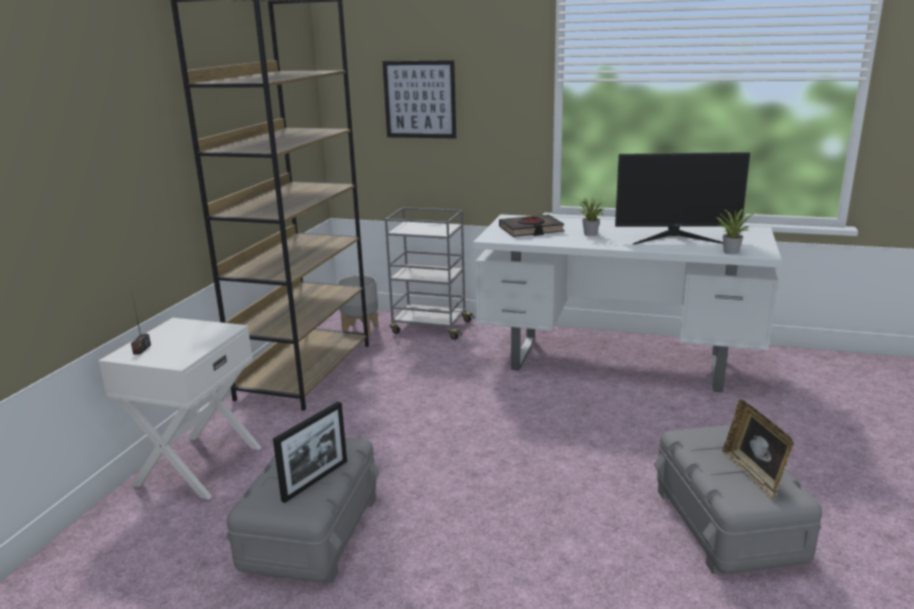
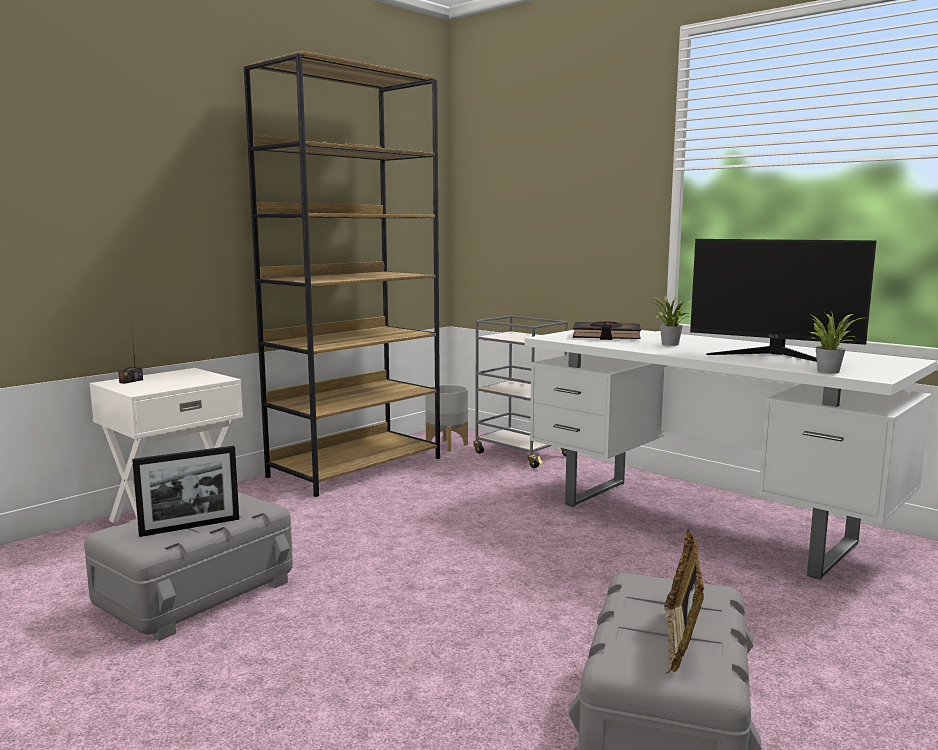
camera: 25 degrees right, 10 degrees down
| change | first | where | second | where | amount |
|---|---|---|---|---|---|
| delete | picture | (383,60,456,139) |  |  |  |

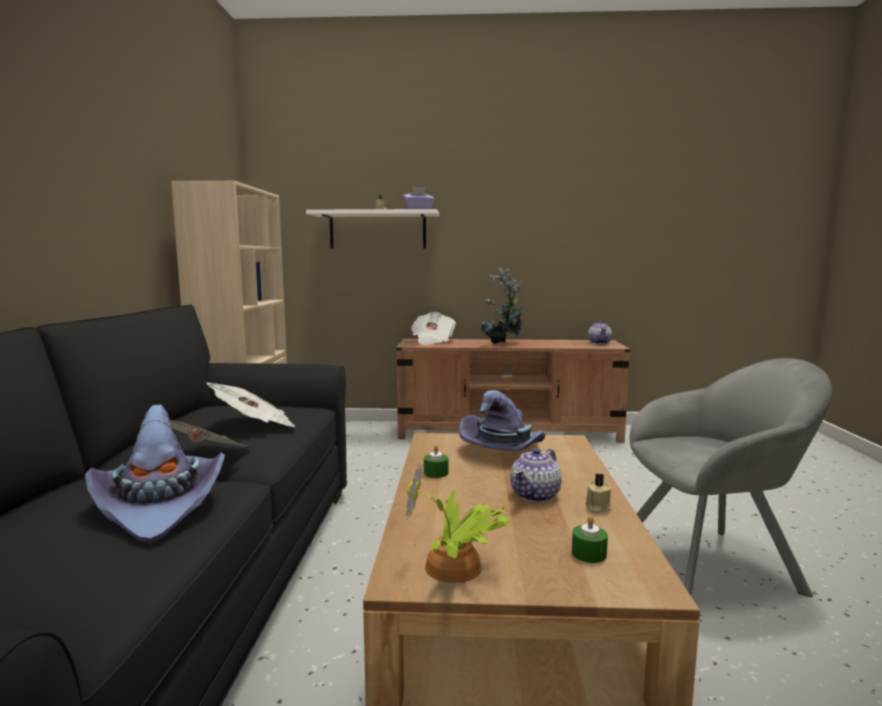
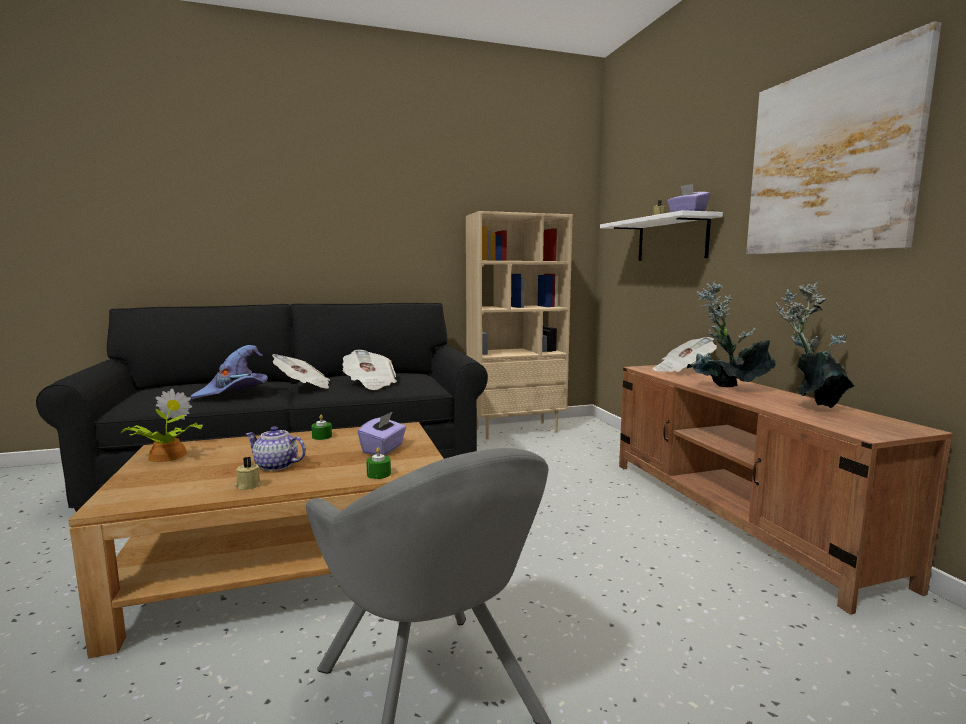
camera: 70 degrees right, 0 degrees up
| change | first | where | second | where | amount |
|---|---|---|---|---|---|
| replace | hat (purple) | (459,390,546,451) | tissue box (purple) | (358,412,406,455) |  |
| move | candle (green) | (572,515,608,563) |  | (366,447,391,479) |  |
| insert |  |  | picture | (746,21,942,255) |  |
| insert |  |  | potted plant | (776,283,856,408) |  |
| delete | teapot | (588,320,612,344) |  |  |  |

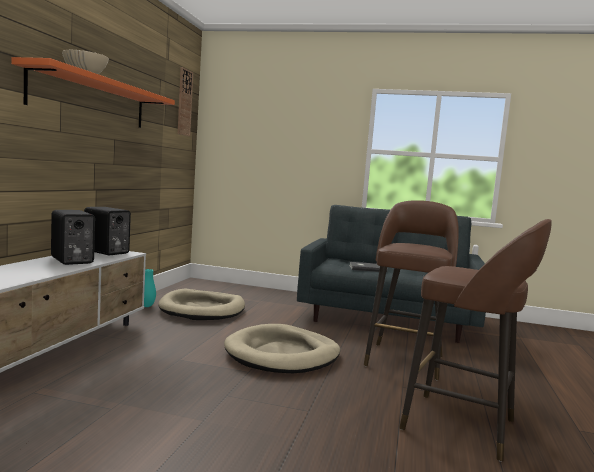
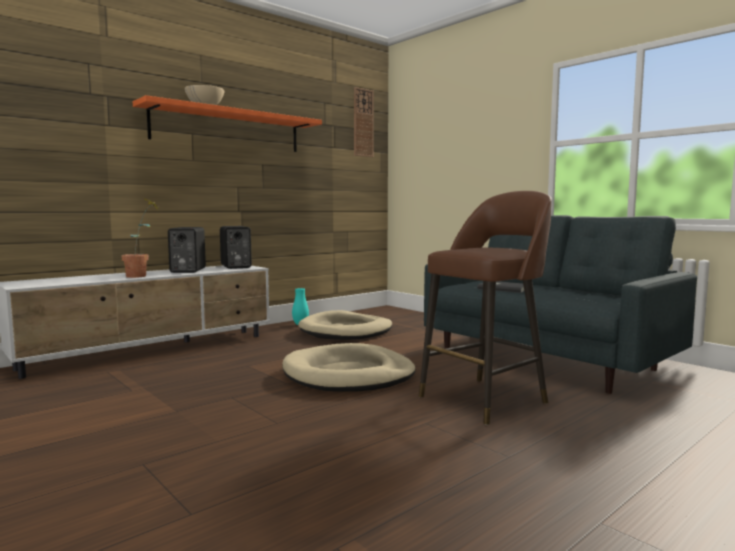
camera: 35 degrees right, 0 degrees up
| change | first | where | second | where | amount |
|---|---|---|---|---|---|
| insert |  |  | potted plant | (121,199,162,278) |  |
| delete | stool (brown) | (399,219,552,462) |  |  |  |

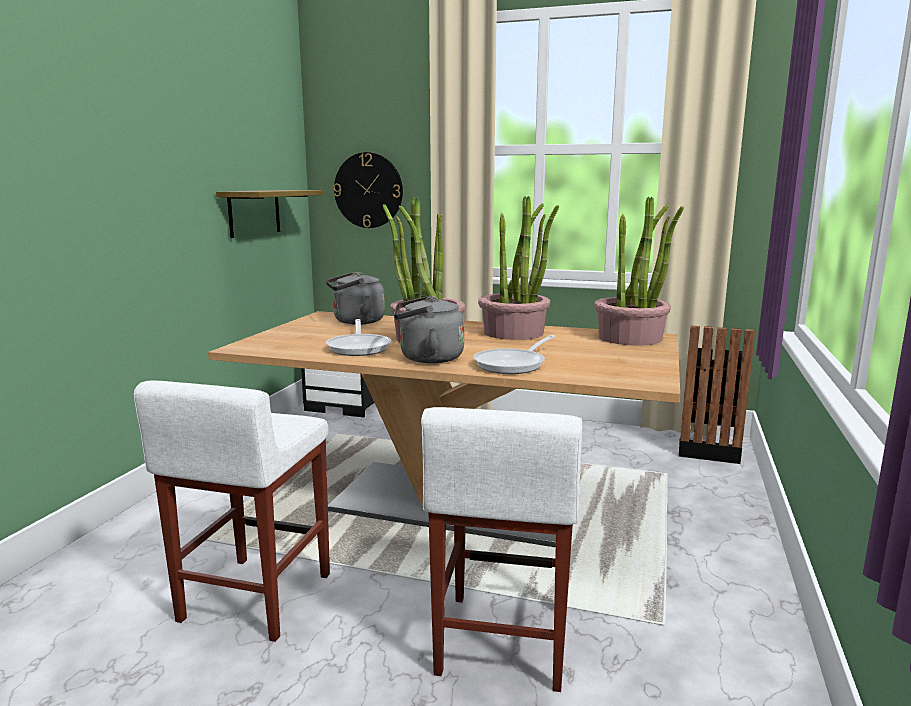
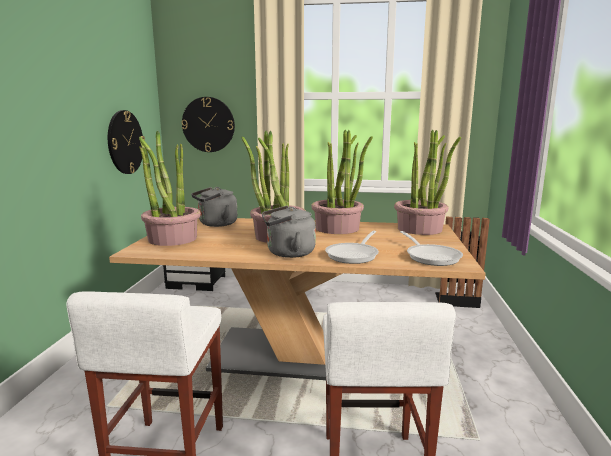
camera: 10 degrees left, 0 degrees up
| change | first | where | second | where | amount |
|---|---|---|---|---|---|
| replace | shelf | (216,190,323,238) | wall clock | (108,110,145,174) |  |
| insert |  |  | potted plant | (139,131,201,246) |  |
| move | frying pan | (326,319,391,356) |  | (400,231,463,266) |  |

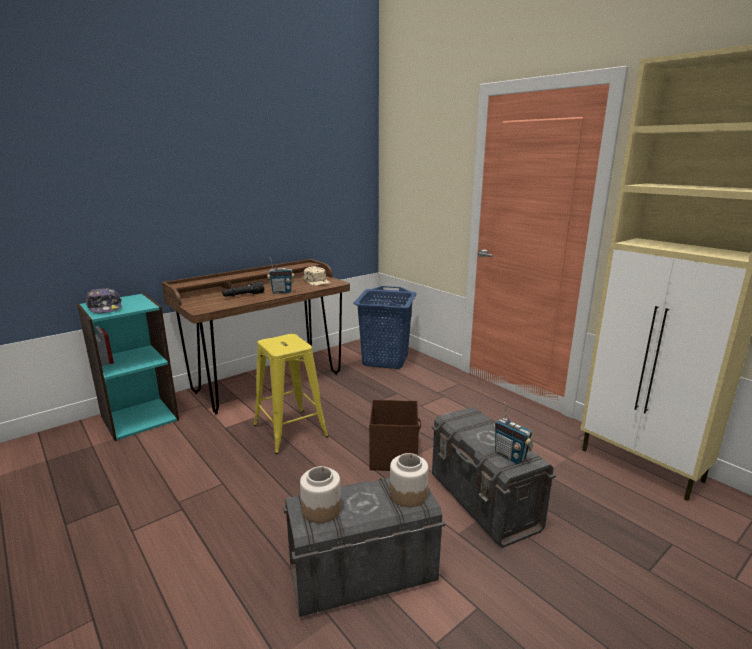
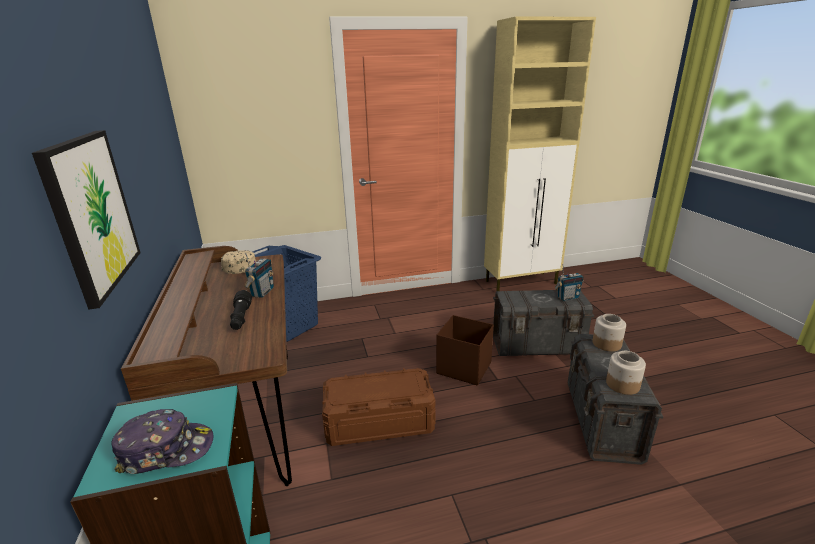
camera: 65 degrees left, 5 degrees up
| change | first | where | second | where | amount |
|---|---|---|---|---|---|
| insert |  |  | picture | (32,130,141,310) |  |
| replace | stool (yellow) | (253,334,328,454) | storage box (brown) | (322,368,436,446) |  |

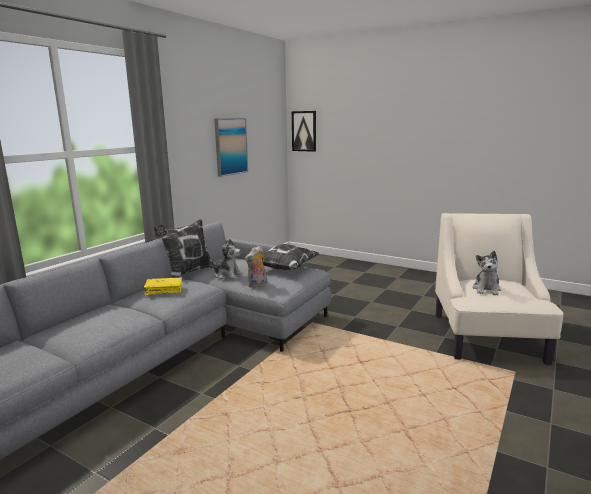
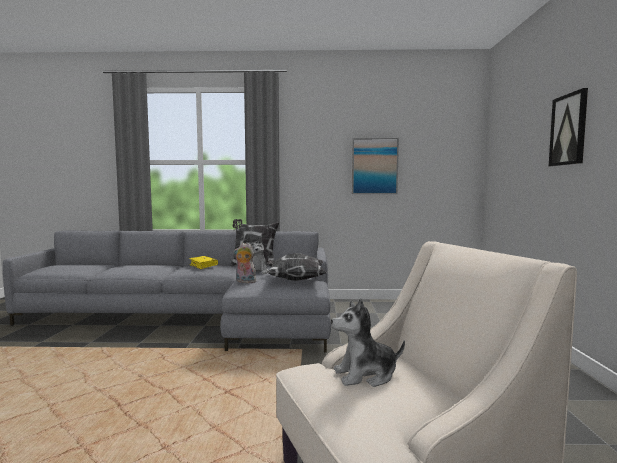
camera: 60 degrees right, 10 degrees down
| change | first | where | second | where | amount |
|---|---|---|---|---|---|
| move | picture | (292,111,316,152) |  | (549,88,588,166) |  |

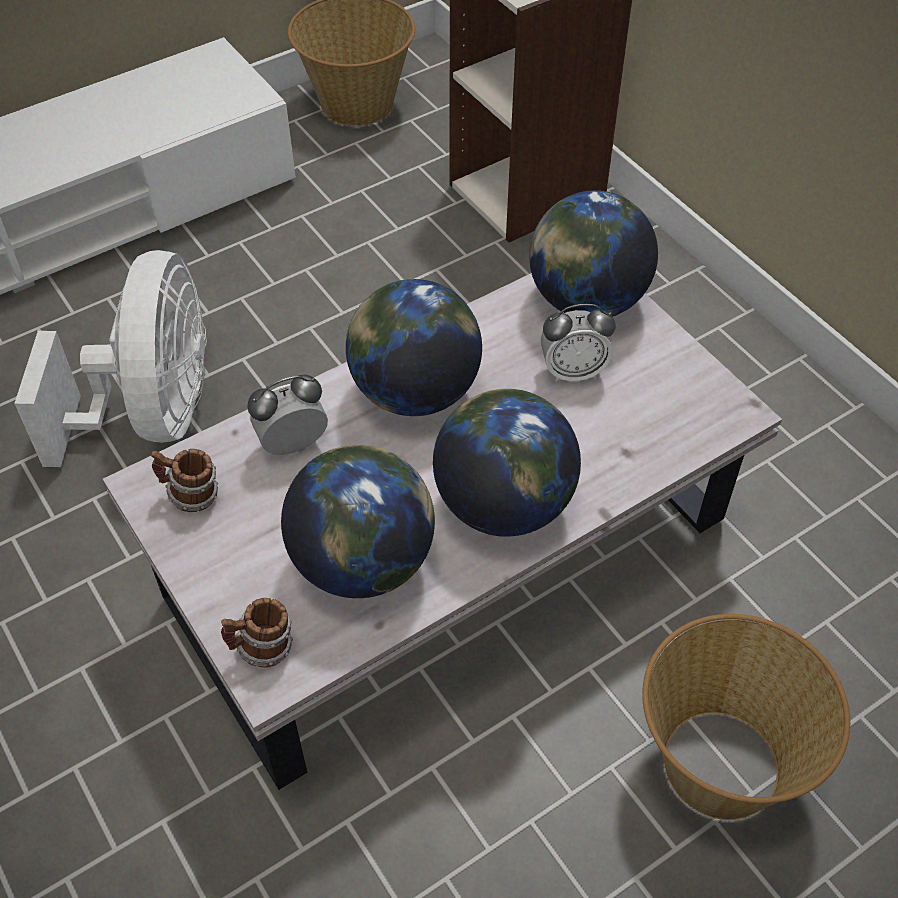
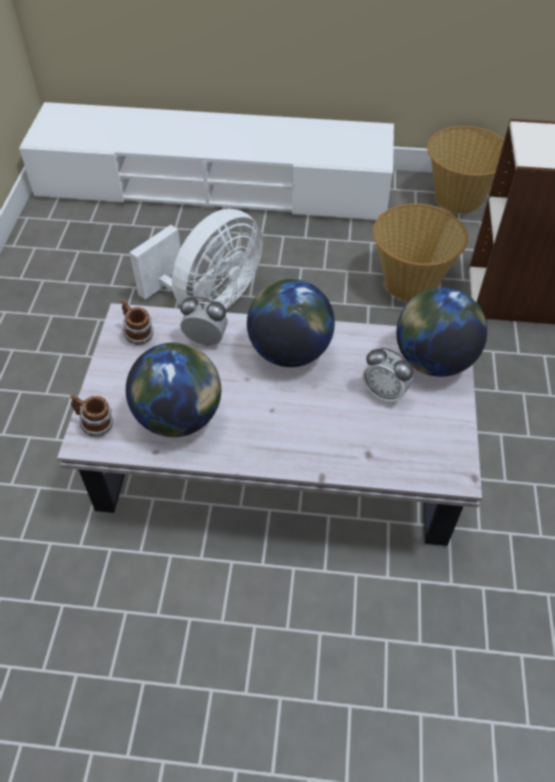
camera: 40 degrees right, 0 degrees up
| change | first | where | second | where | amount |
|---|---|---|---|---|---|
| move | basket | (642,614,850,820) |  | (373,203,468,301) |  |
| delete | globe | (433,389,581,537) |  |  |  |

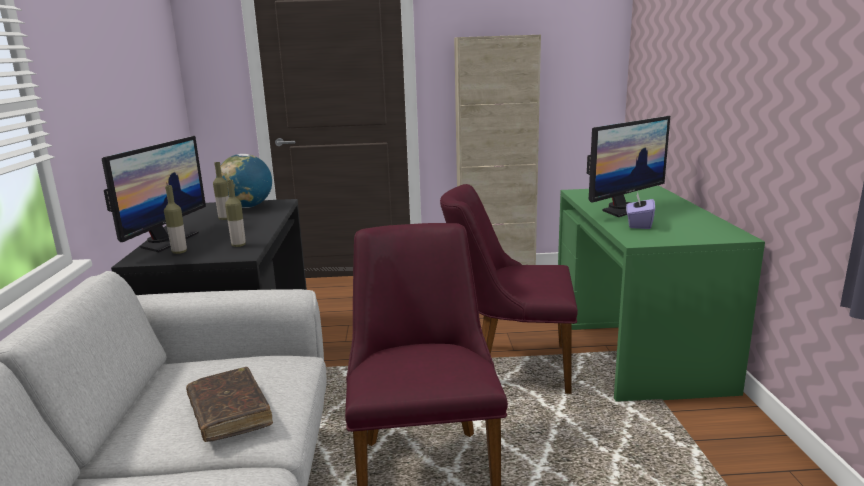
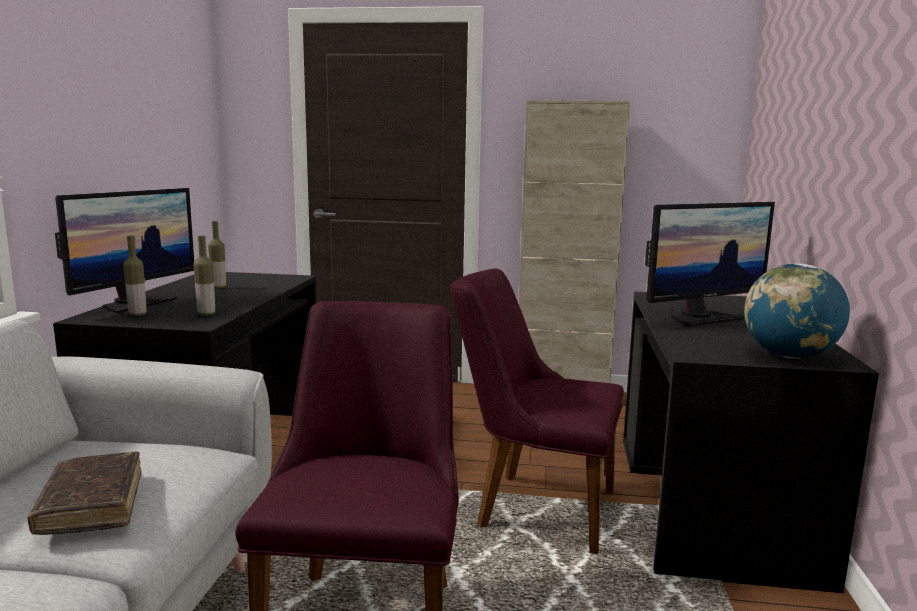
camera: 10 degrees right, 5 degrees down
| change | first | where | second | where | amount |
|---|---|---|---|---|---|
| recolor | desk (green) | (558,186,765,402) | desk (black) | (623,292,879,593) |  |
| move | globe | (220,154,272,208) |  | (744,263,850,358) |  |
| delete | tissue box (purple) | (626,192,655,229) |  |  |  |

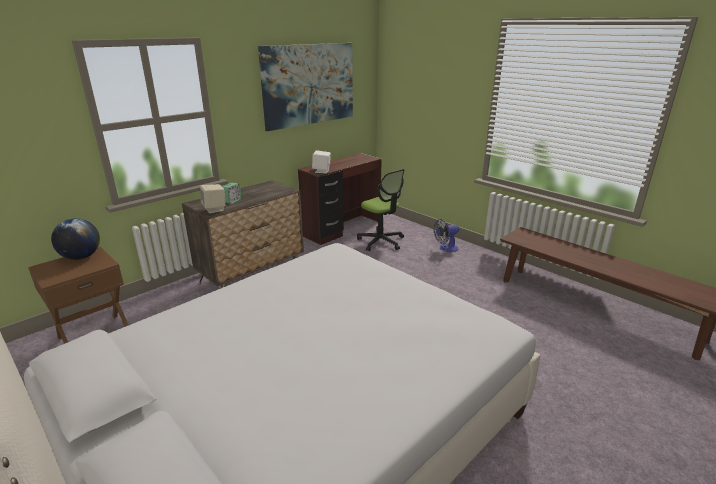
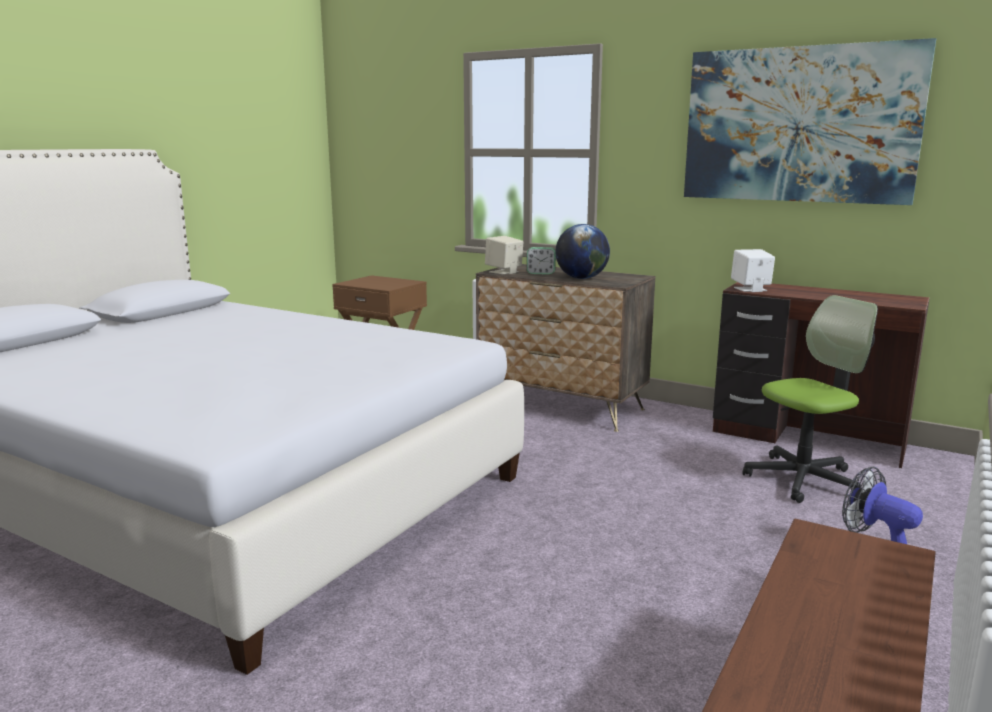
camera: 75 degrees right, 10 degrees down
| change | first | where | second | where | amount |
|---|---|---|---|---|---|
| move | globe | (51,218,100,260) |  | (555,224,610,279) |  |
| rotate | office chair | (357,169,404,251) |  | (743,295,878,503) | 150 degrees counterclockwise |

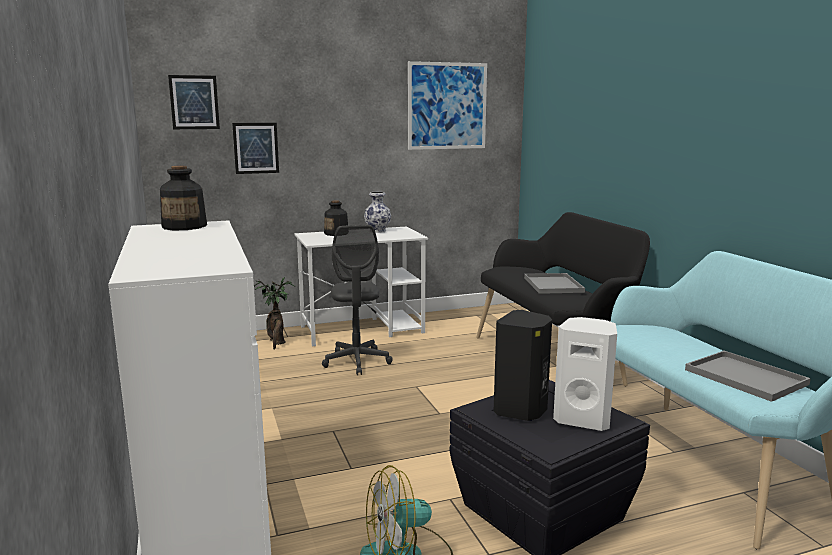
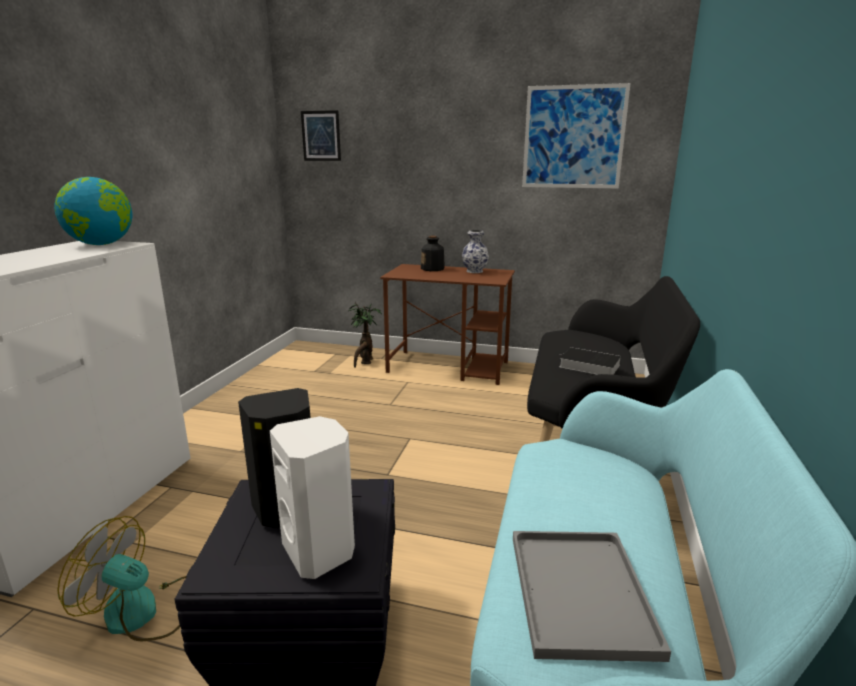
camera: 35 degrees right, 5 degrees up
| change | first | where | second | where | amount |
|---|---|---|---|---|---|
| replace | bottle | (160,166,207,230) | globe | (54,177,133,245) |  |
| recolor | desk (white) | (295,227,428,347) | desk (brown) | (380,264,515,385) |  |
| replace | tray (grey) | (524,273,585,294) | book | (559,347,621,375) |  |
| delete | picture | (232,123,279,174) |  |  |  |
| delete | office chair (grey) | (322,225,393,375) |  |  |  |

